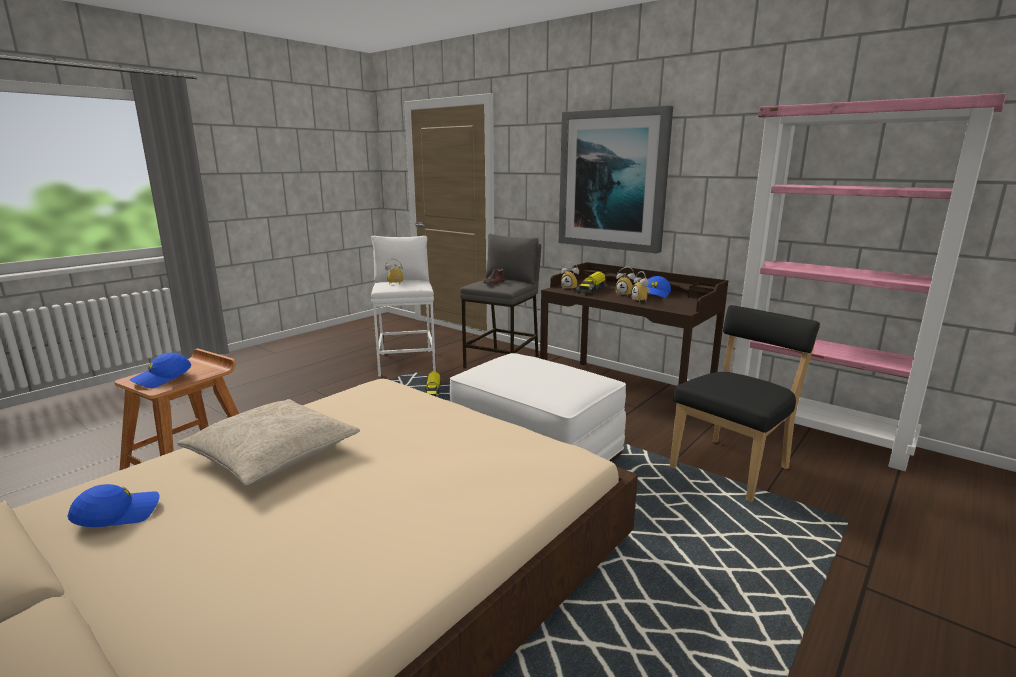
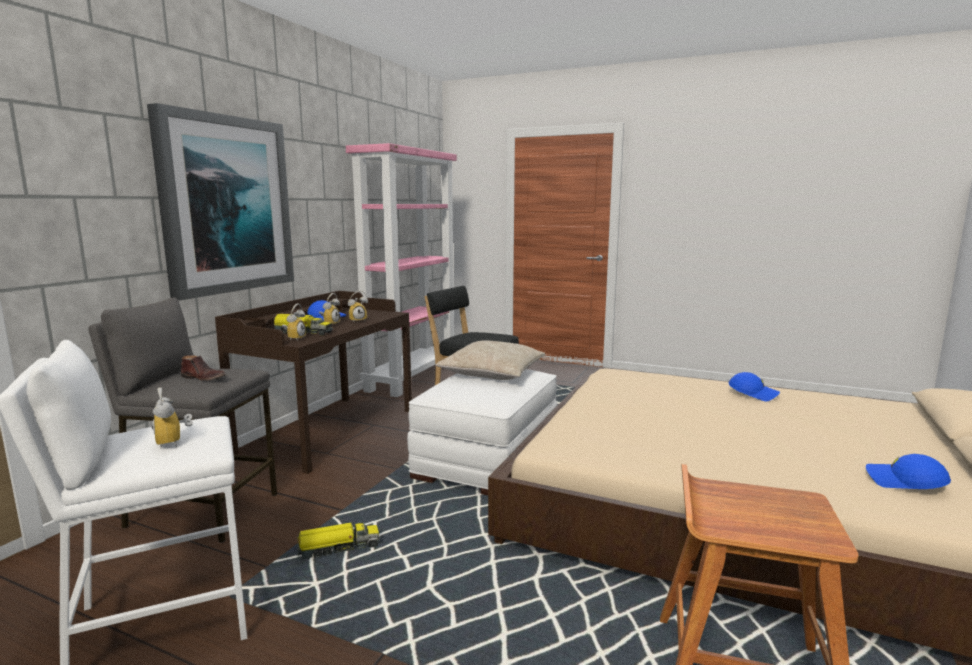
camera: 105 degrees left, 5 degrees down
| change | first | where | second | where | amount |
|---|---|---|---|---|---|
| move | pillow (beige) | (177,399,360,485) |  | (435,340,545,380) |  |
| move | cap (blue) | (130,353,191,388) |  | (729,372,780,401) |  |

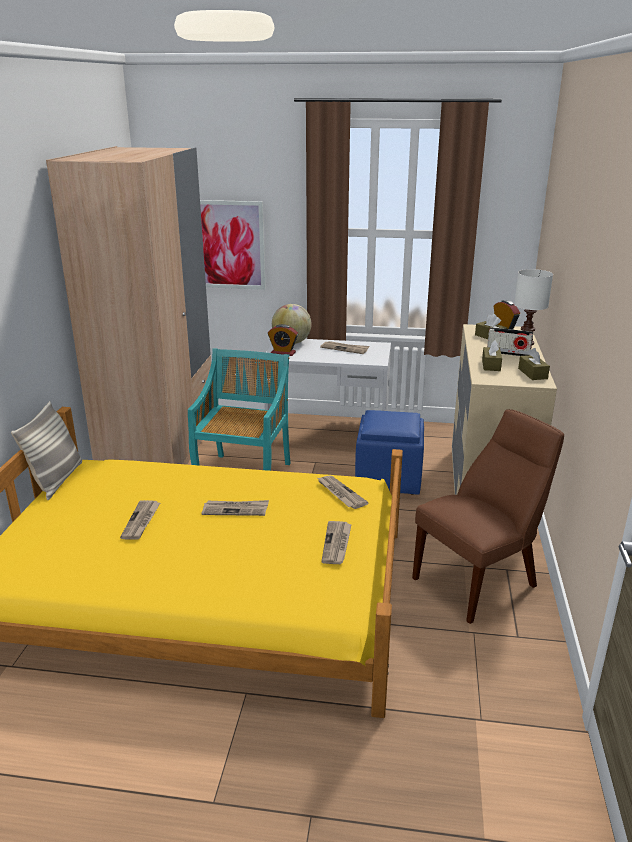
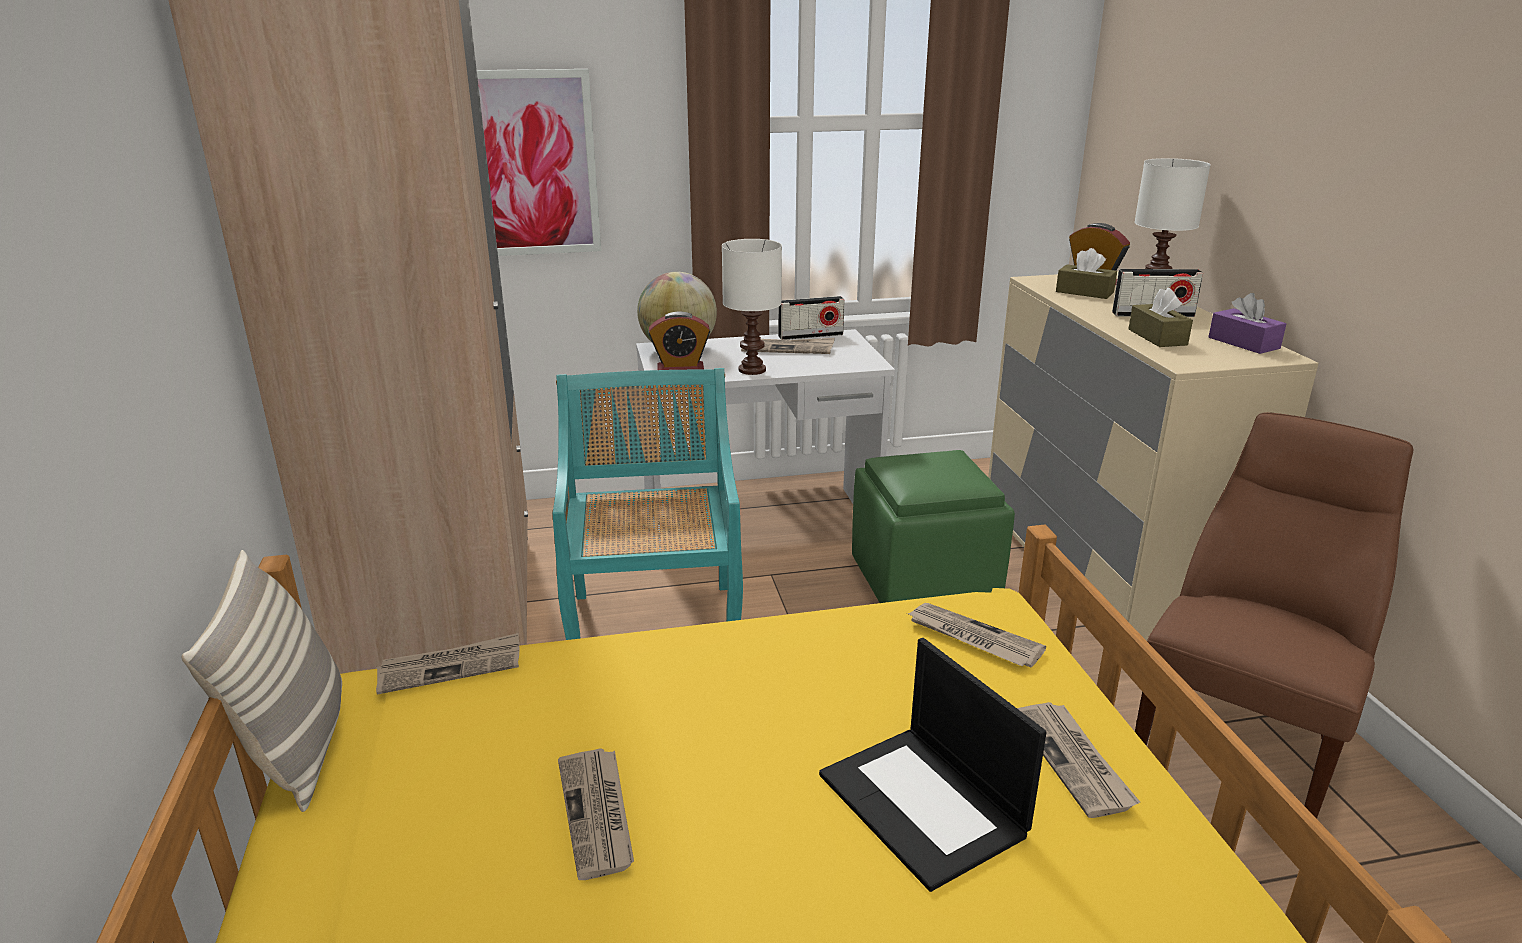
camera: 20 degrees left, 0 degrees up
| change | first | where | second | where | amount |
|---|---|---|---|---|---|
| move | newspaper | (202,500,269,516) |  | (376,633,520,694) |  |
| insert |  |  | table lamp (white) | (722,239,782,375) |  |
| insert |  |  | radio | (778,296,845,340) |  |
| insert |  |  | laptop | (819,638,1047,892) |  |
| recolor | ottoman (blue) | (355,410,424,495) | ottoman (green) | (852,450,1015,603) |  |
| recolor | tissue box (brown) | (518,348,550,380) | tissue box (purple) | (1208,293,1286,354) |  |

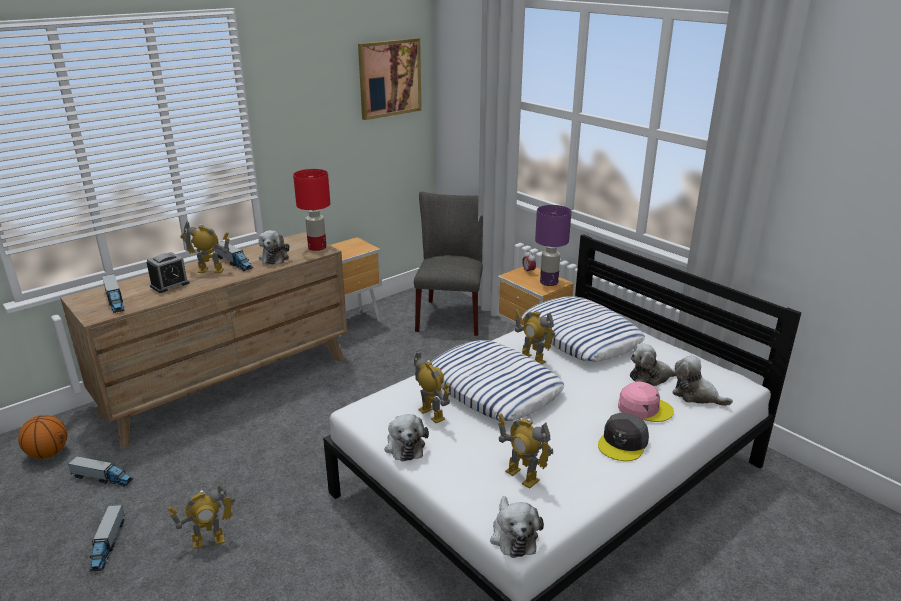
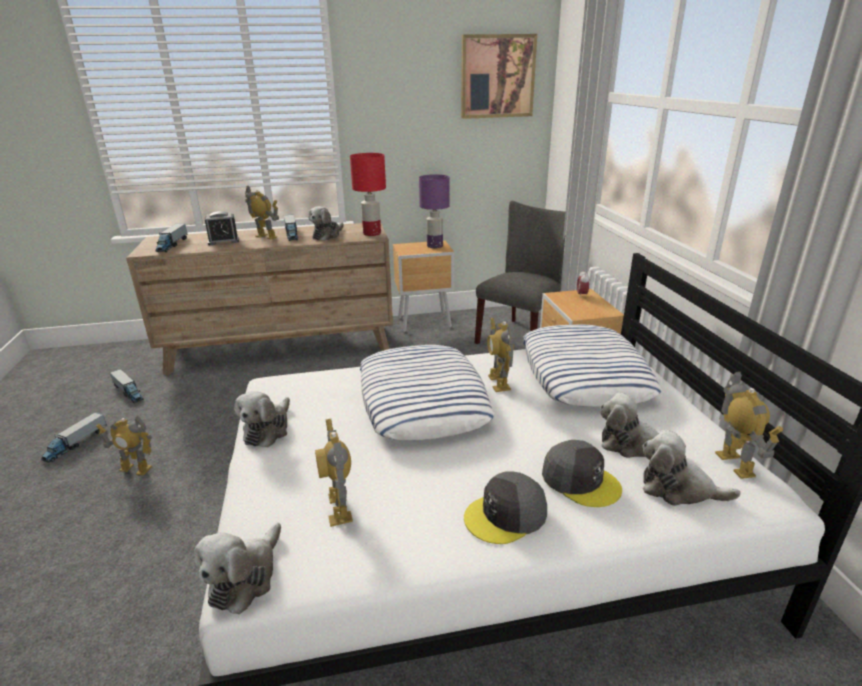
camera: 30 degrees right, 0 degrees up
| change | first | where | second | where | amount |
|---|---|---|---|---|---|
| move | table lamp (purple) | (535,205,571,286) |  | (419,174,450,248) |  |
| recolor | cap (pink) | (618,381,674,422) | cap (grey) | (542,440,622,507) |  |
| rotate | plush toy | (673,355,733,406) |  | (642,430,741,506) | 45 degrees counterclockwise |
| move | toy robot | (414,350,450,423) |  | (715,372,783,479) |  |
| delete | basketball | (18,415,67,459) |  |  |  |

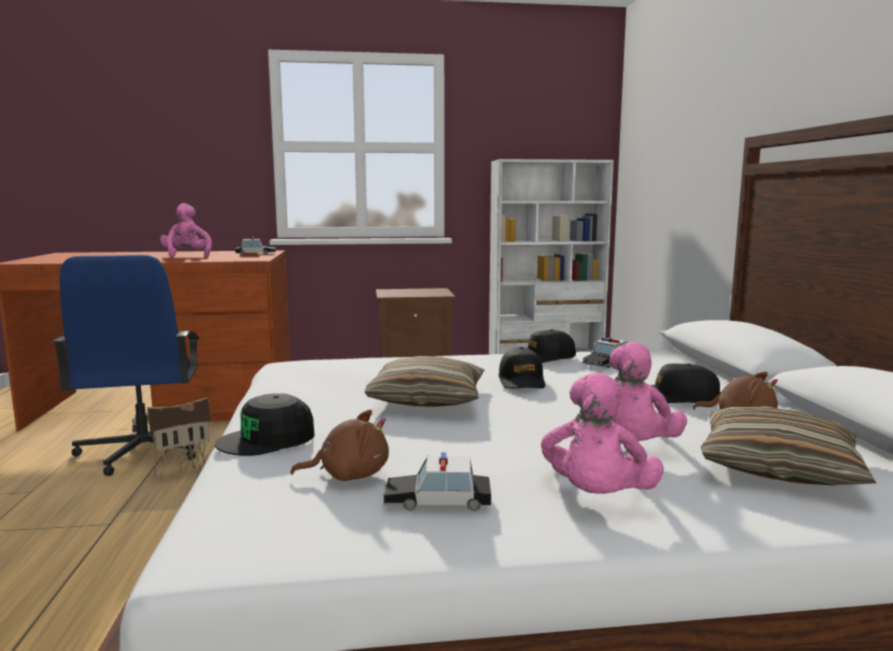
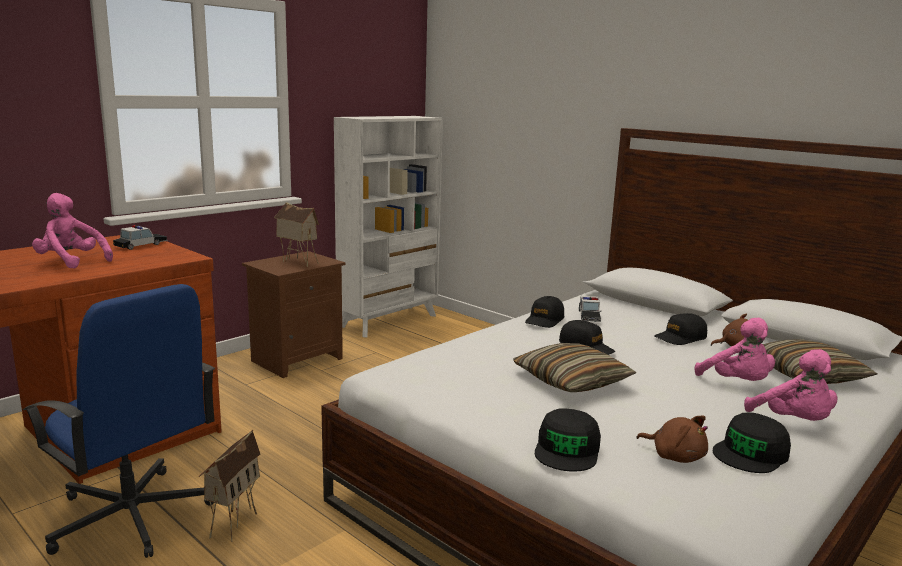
camera: 40 degrees left, 5 degrees up
| change | first | where | second | where | amount |
|---|---|---|---|---|---|
| insert |  |  | toy house | (274,202,319,267) |  |
| rotate | plush toy (brown) | (290,409,389,481) |  | (636,416,708,463) | 90 degrees clockwise |
| replace | toy car | (383,452,491,511) | cap (black) | (713,413,791,473) |  |

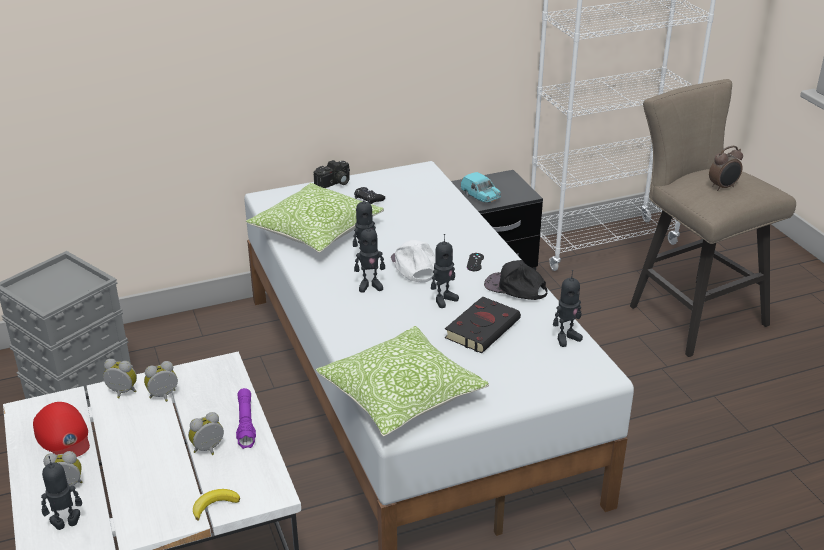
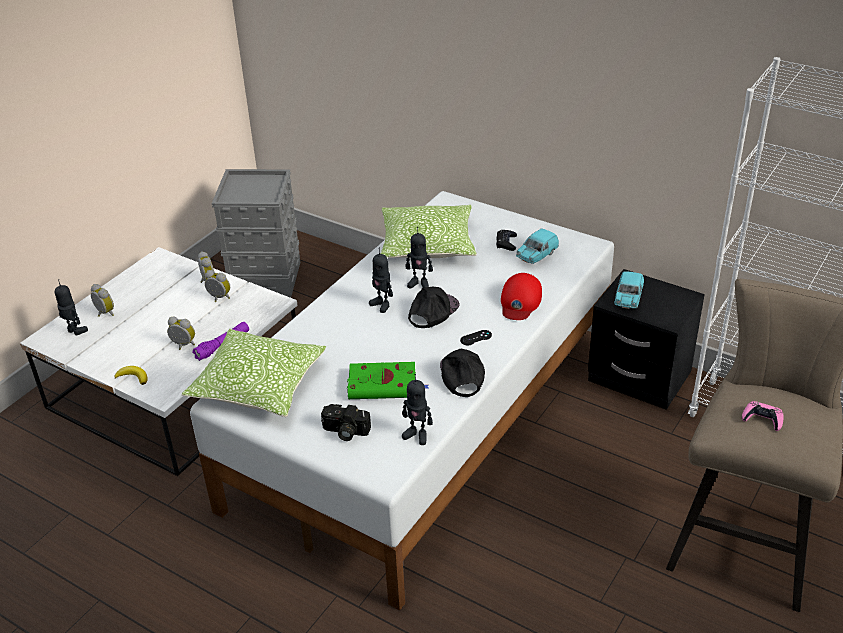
camera: 55 degrees right, 5 degrees up
| change | first | where | second | where | amount |
|---|---|---|---|---|---|
| move | photo camera | (314,160,350,188) |  | (321,404,371,441) |  |
| recolor | book (black) | (445,296,521,353) | book (green) | (347,362,429,399) |  |
| recolor | cap (white) | (391,240,435,283) | cap (black) | (408,287,460,328) |  |
| move | cap (red) | (33,402,90,457) |  | (501,273,542,320) |  |
| insert |  |  | toy car (turquoise) | (516,228,559,264) |  |
| replace | alarm clock | (709,146,743,191) | game controller (pink) | (742,401,783,431) |  |
| delete | toy robot | (431,234,459,308) |  |  |  |

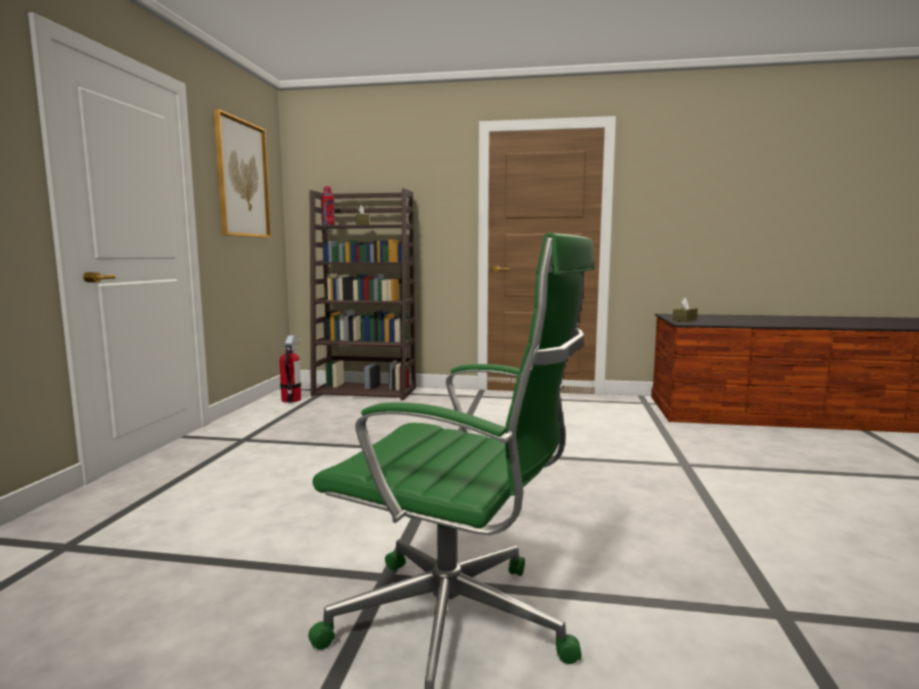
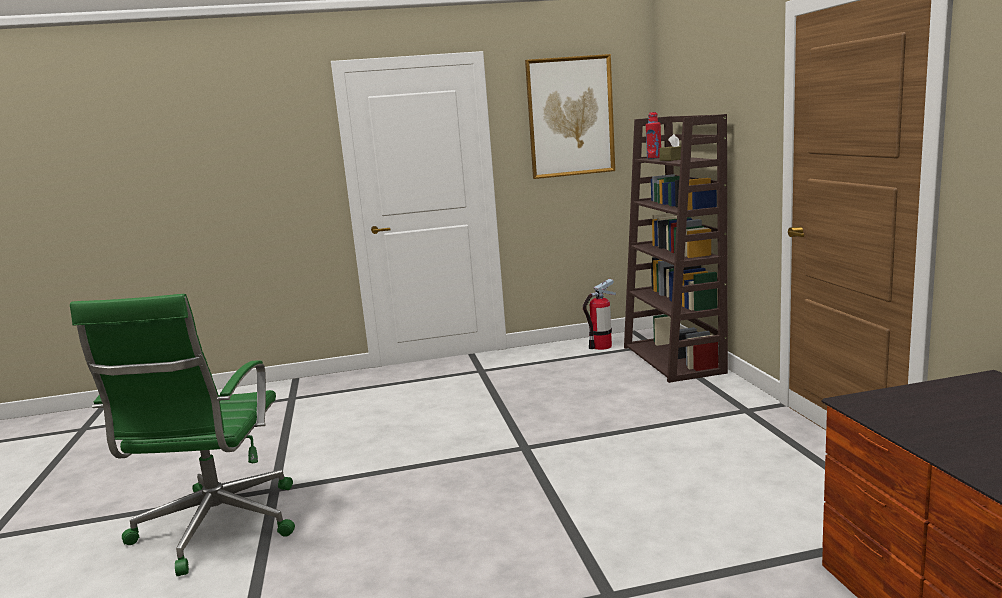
camera: 70 degrees right, 5 degrees up
| change | first | where | second | where | amount |
|---|---|---|---|---|---|
| delete | tissue box (brown) | (673,298,698,322) |  |  |  |

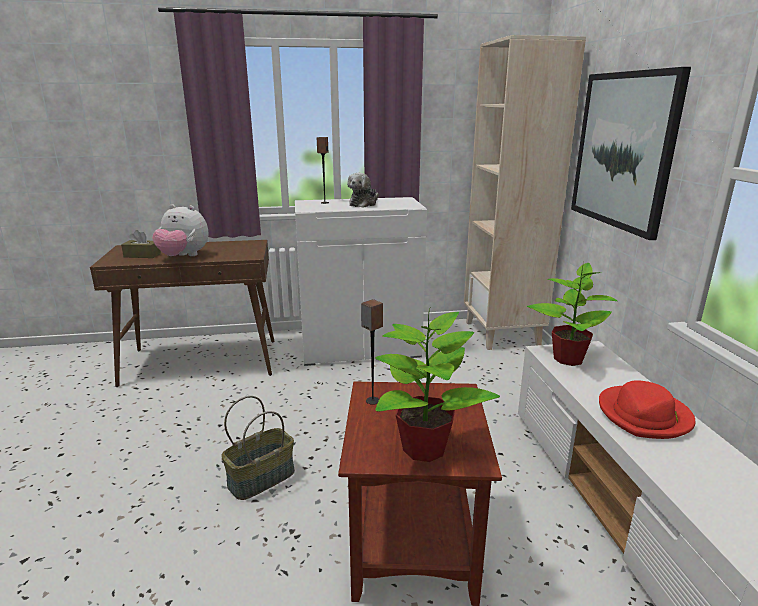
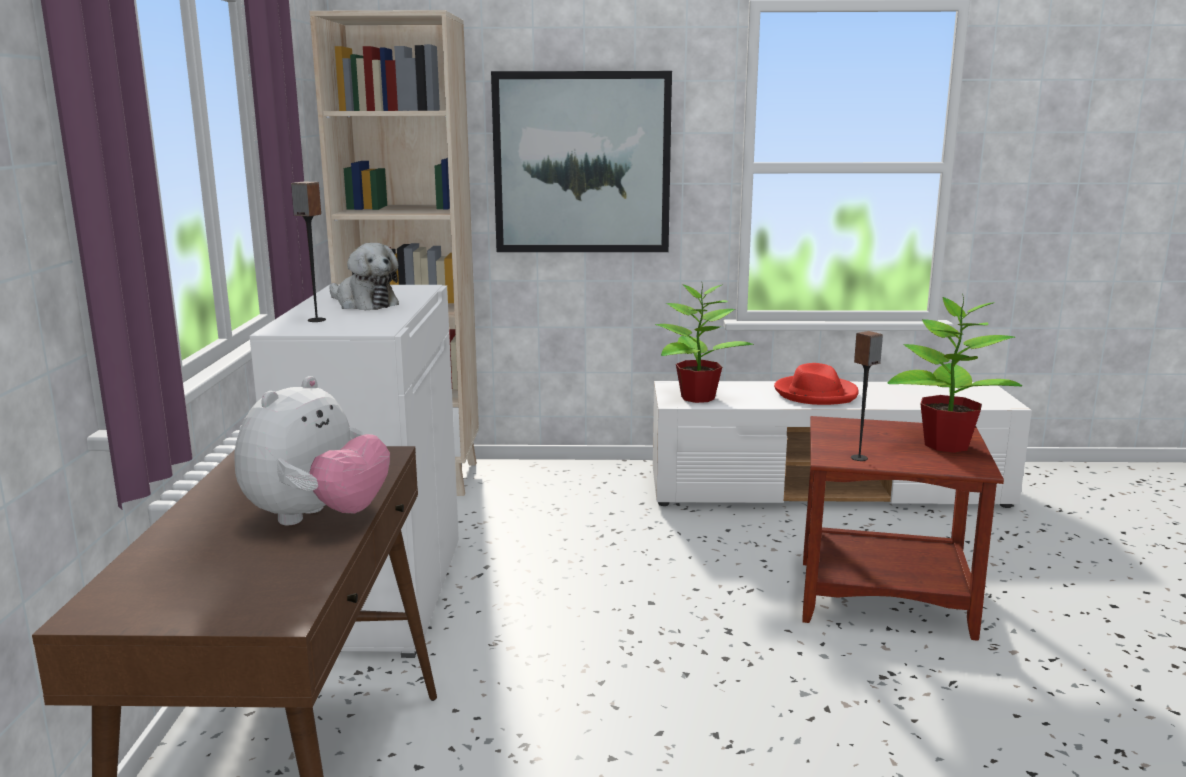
camera: 80 degrees left, 5 degrees down
| change | first | where | second | where | amount |
|---|---|---|---|---|---|
| delete | tissue box (brown) | (121,230,161,258) |  |  |  |
| delete | basket | (221,396,295,500) |  |  |  |

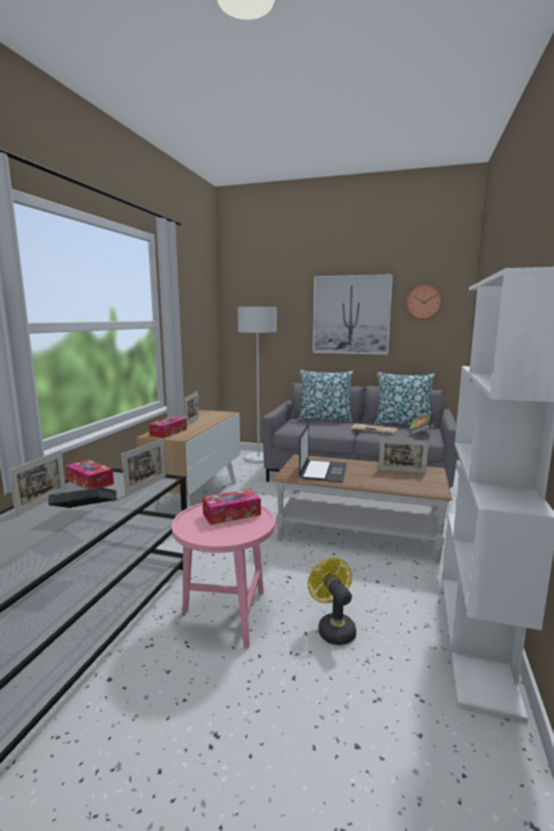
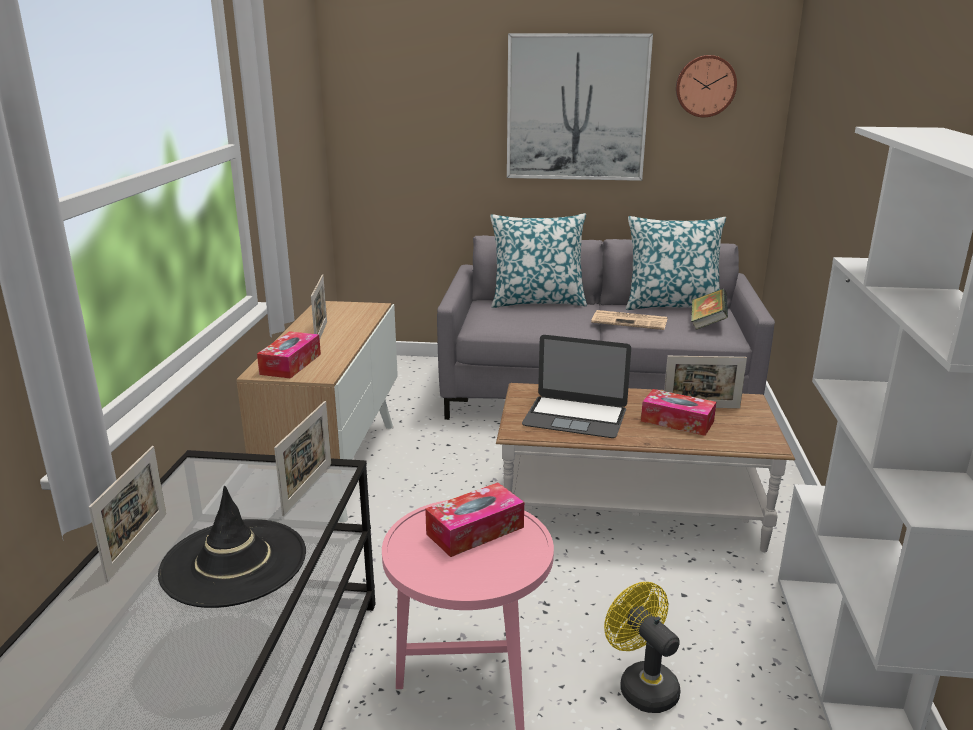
camera: 10 degrees left, 10 degrees up
| change | first | where | second | where | amount |
|---|---|---|---|---|---|
| replace | book | (48,487,117,508) | hat (black) | (158,486,306,608) |  |
| rotate | laptop | (299,424,347,482) |  | (522,335,631,438) | 105 degrees clockwise |
| move | tissue box | (65,460,114,489) |  | (641,389,716,436) |  |
| delete | floor lamp (grey) | (238,307,277,462) |  |  |  |

